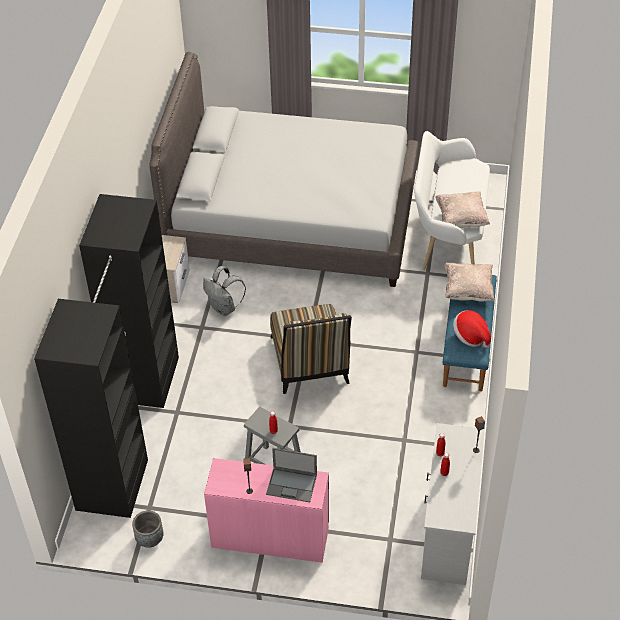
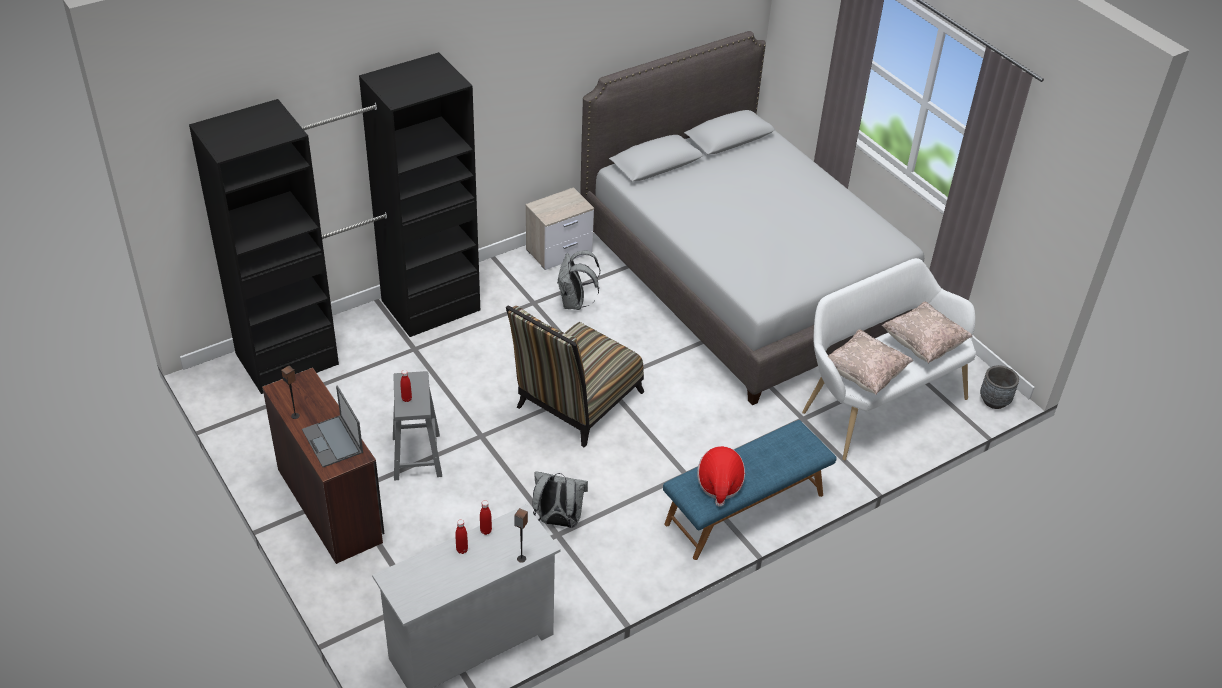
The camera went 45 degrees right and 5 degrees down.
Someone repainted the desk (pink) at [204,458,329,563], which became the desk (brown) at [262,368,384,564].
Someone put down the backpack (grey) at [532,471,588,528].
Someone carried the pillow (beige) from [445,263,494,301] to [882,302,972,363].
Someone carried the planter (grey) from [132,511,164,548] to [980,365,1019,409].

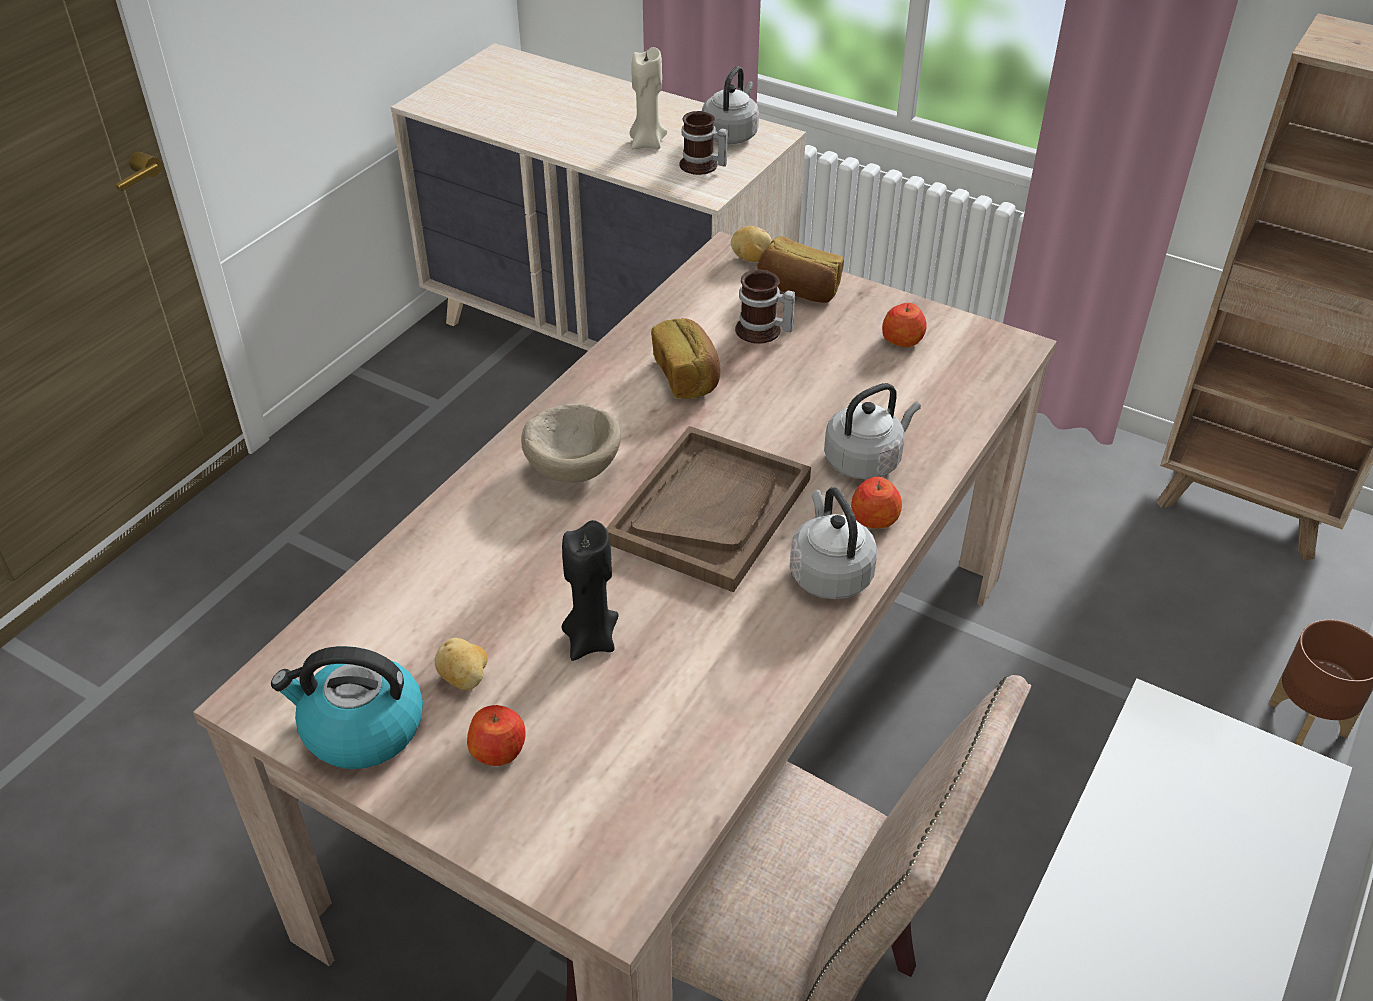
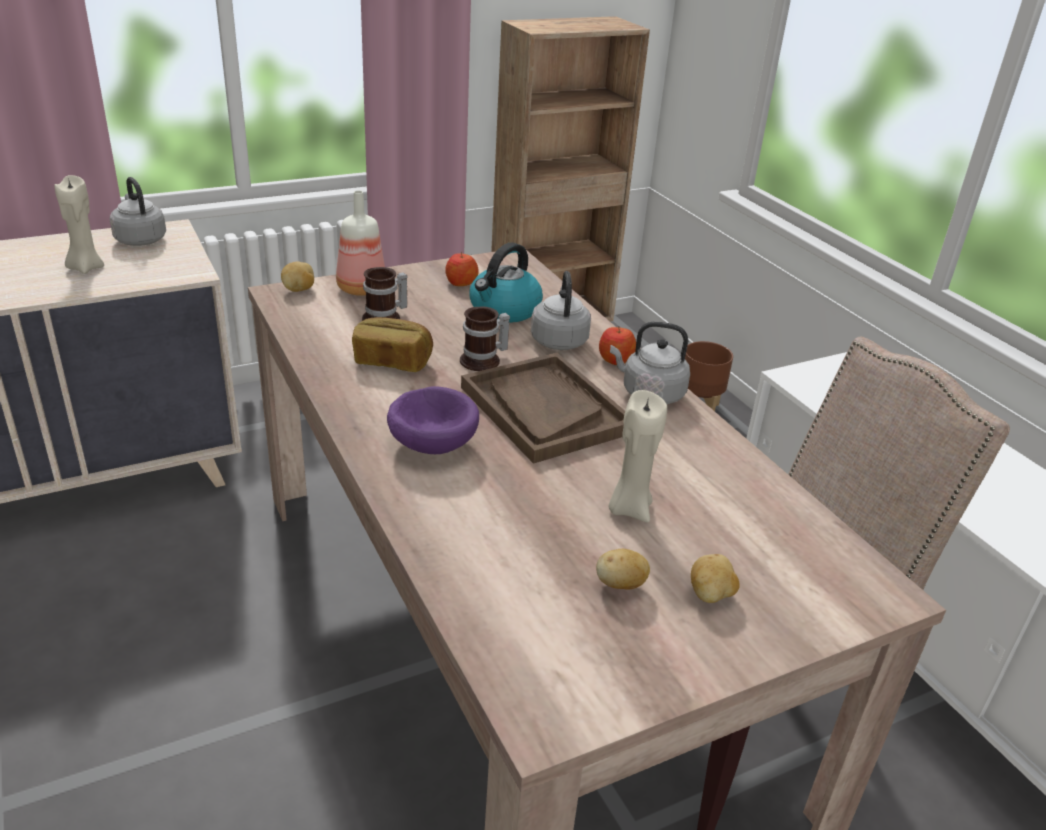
The camera went 60 degrees left and 10 degrees down.
Someone swapped the bread at [757,236,844,303] for the bottle at [336,190,385,296].
Someone repainted the bowl (beige) at [521,404,621,483], which became the bowl (purple) at [387,386,479,454].
Someone carried the mug from [679,111,728,175] to [460,307,510,371].
Someone carried the kettle from [271,646,423,769] to [470,242,543,323].
Someone repainted the candle (black) at [562,520,619,661], which became the candle (beige) at [608,390,667,523].
Someone swapped the apple at [467,705,526,766] for the potato at [691,554,740,603].

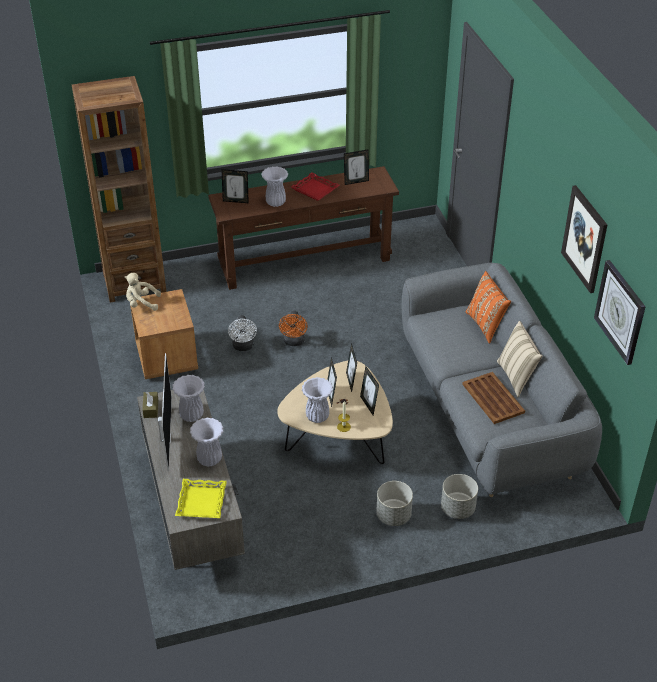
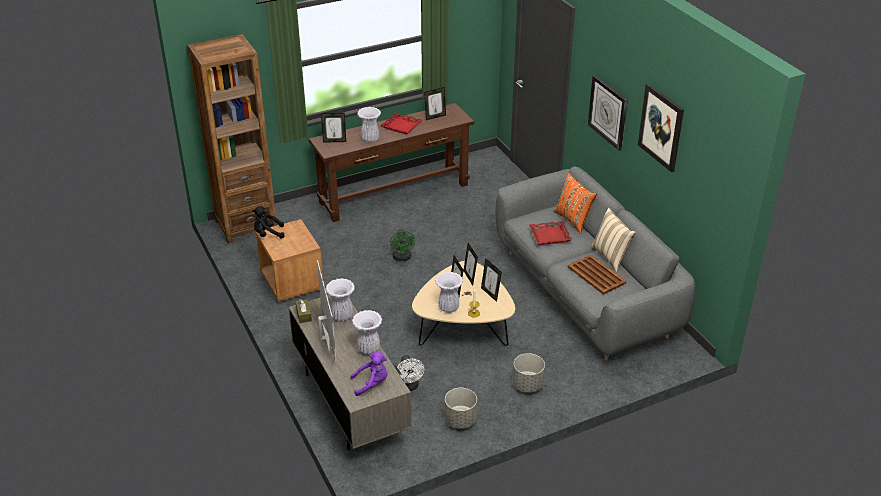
The camera went 10 degrees left and 5 degrees down.
Someone repainted the plush toy (beige) at [124,273,161,311], which became the plush toy (black) at [252,206,285,239].
Someone swapped the tray (yellow) at [175,479,227,518] for the plush toy (purple) at [351,352,388,396].
Someone repainted the fan (orange) at [279,310,308,346], which became the fan (green) at [390,229,415,261].
Someone carried the fan (white) from [228,315,257,351] to [397,355,424,391].
Someone carried the planter (grey) from [441,474,478,519] to [445,388,477,429].
Someone put down the tray (red) at [529,221,572,245].
Someone carried the wall clock from [594,260,646,365] to [588,75,628,151].

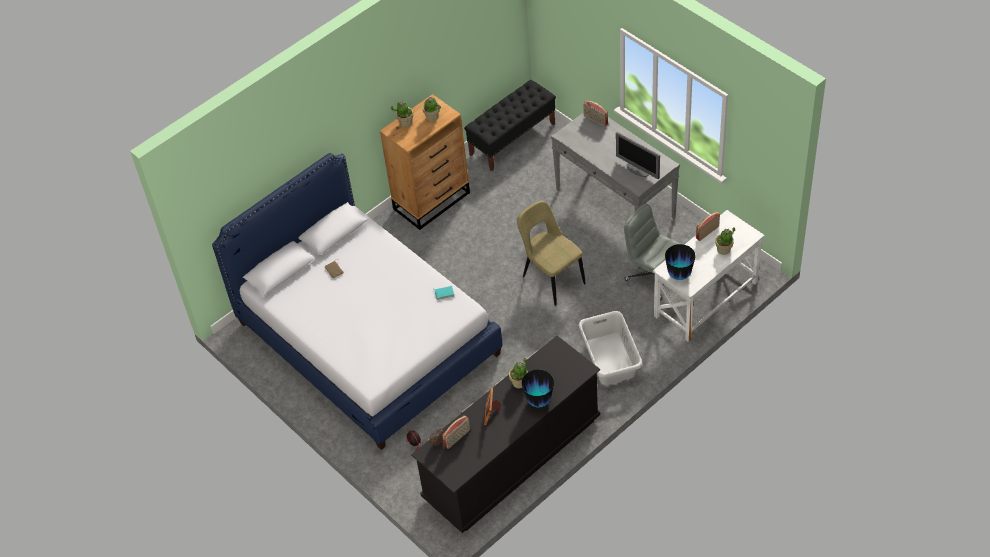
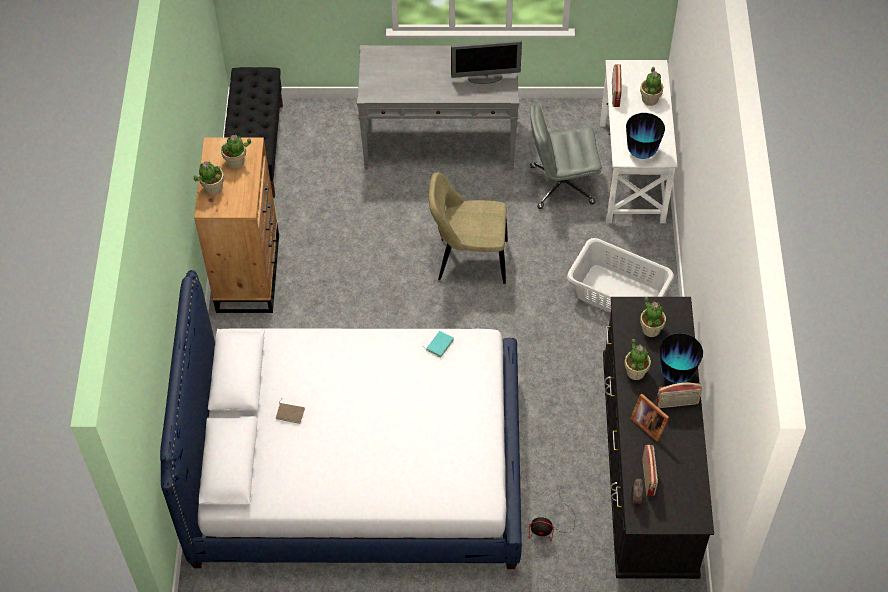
The camera went 50 degrees left and 5 degrees up.
Someone put down the potted plant at [640,296,666,337].
Someone carried the radio from [583,100,608,127] to [656,383,702,408].

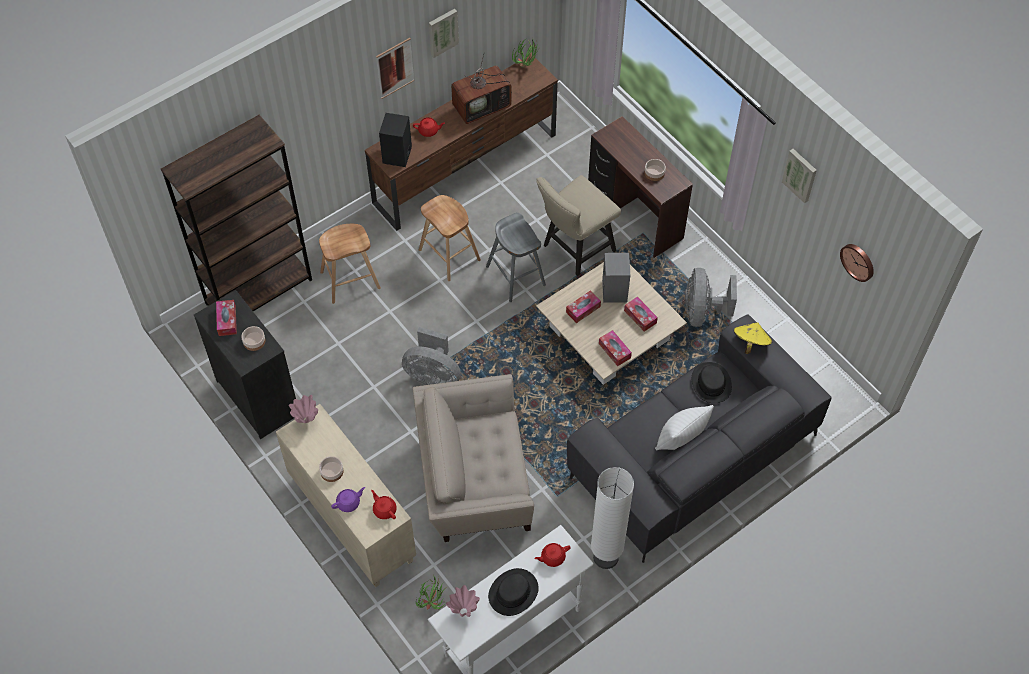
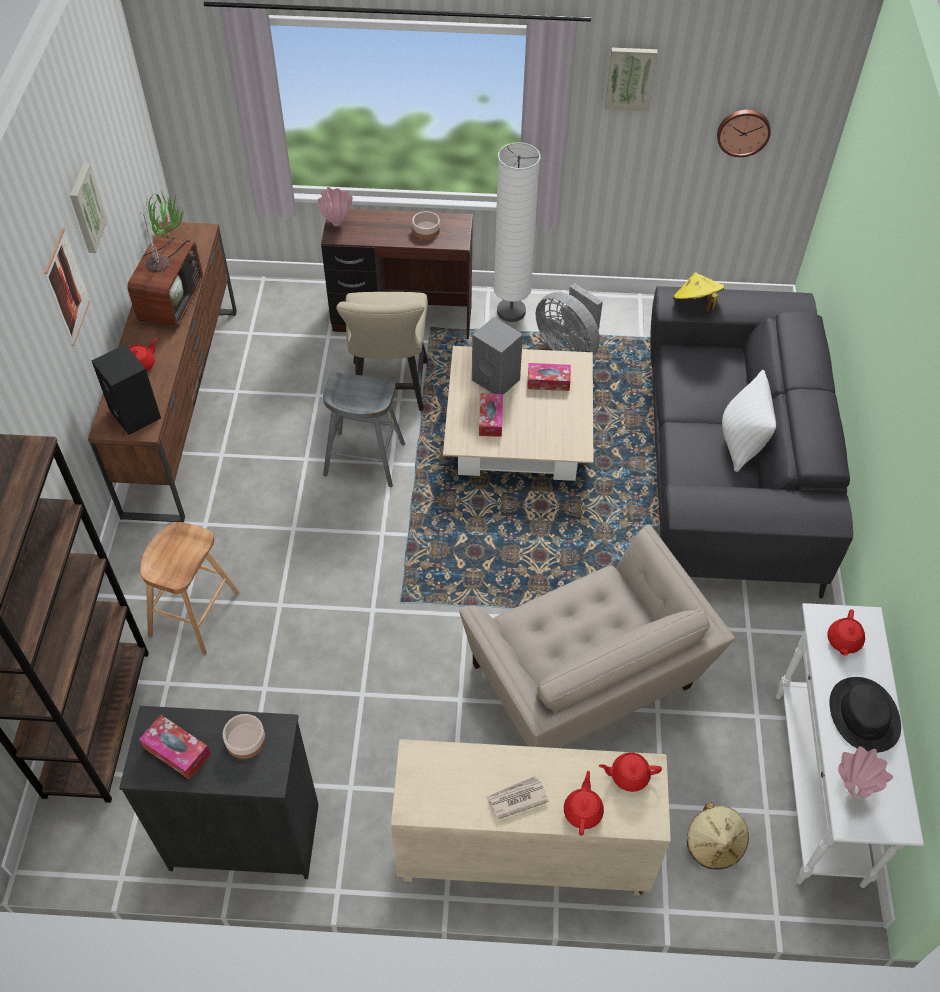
The camera went 50 degrees left and 5 degrees down.
Someone carried the vase (pink) from [289,395,318,423] to [318,187,353,226].
Someone rotated the armchair (beige) at [412,374,534,542] by 60 degrees counterclockwise.
Someone swapped the bowl at [319,456,343,482] for the newspaper at [486,776,549,820].
Someone carried the floor lamp (white) from [591,467,634,569] to [494,142,540,322].
Someone repainted the teapot (purple) at [331,487,365,512], which became the teapot (red) at [564,771,604,835].
Someone swapped the potted plant at [416,575,446,610] for the hat (beige) at [687,802,749,869].
Someone took away the fan (grey) at [402,327,461,385].
Someone took away the stool (brown) at [419,195,481,281].
Someone took away the tissue box at [599,330,632,366].
Someone took away the hat (black) at [692,362,732,403].

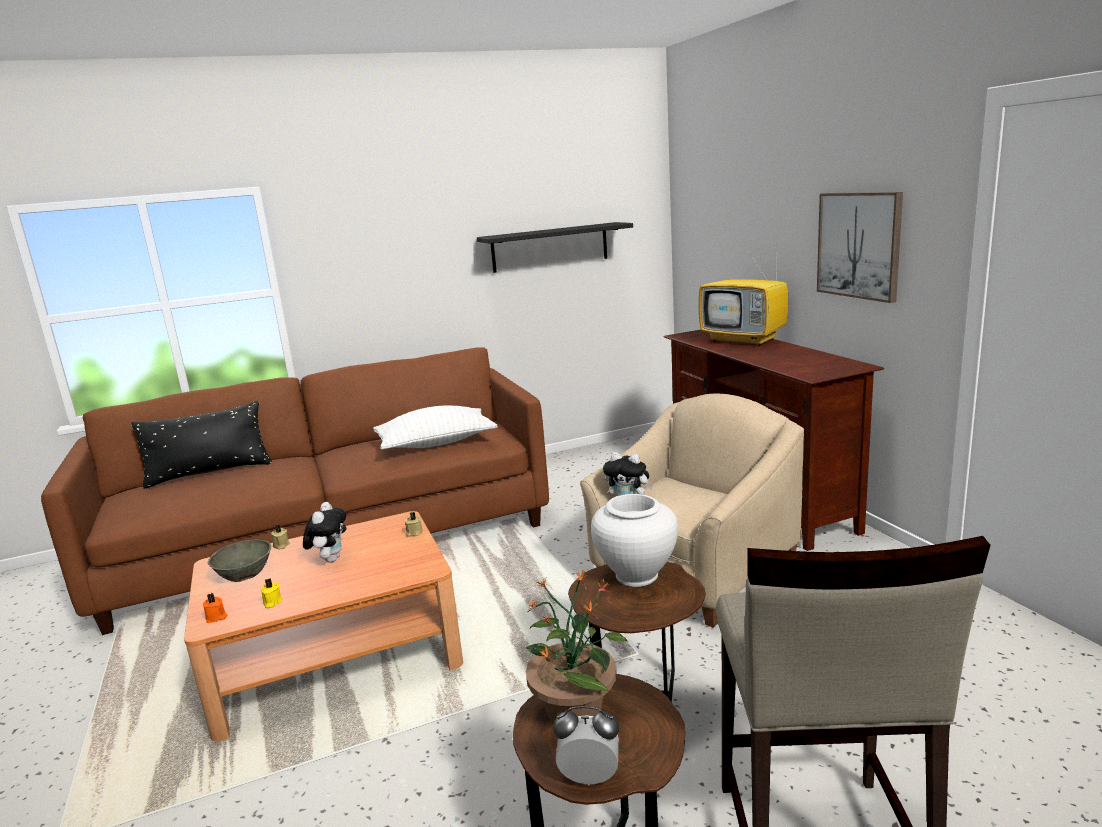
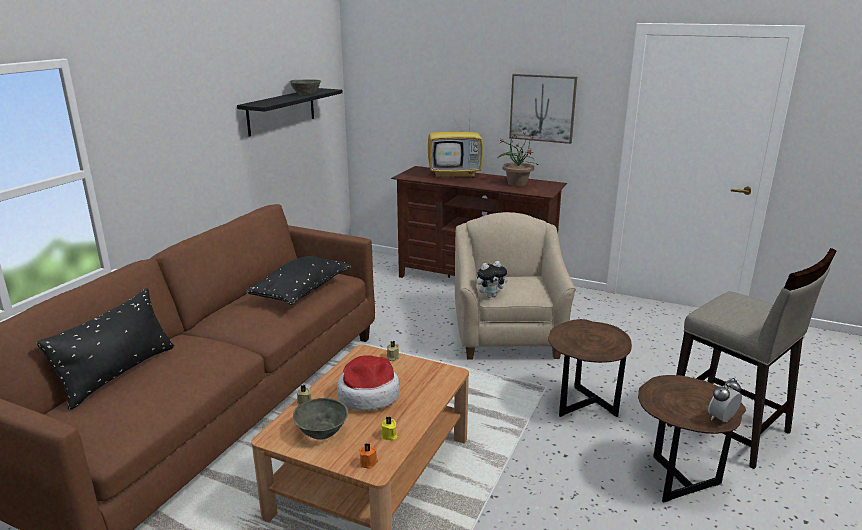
The camera went 45 degrees left and 5 degrees up.
Someone repainted the pillow (white) at [373,405,498,450], which became the pillow (black) at [245,256,351,305].
Someone put down the bowl (grey) at [289,80,321,94].
Someone swapped the plush toy at [303,502,346,563] for the hat at [337,355,400,410].
Someone carried the potted plant from [526,571,627,724] to [497,132,538,186].
Someone took away the vase (white) at [591,494,678,587].

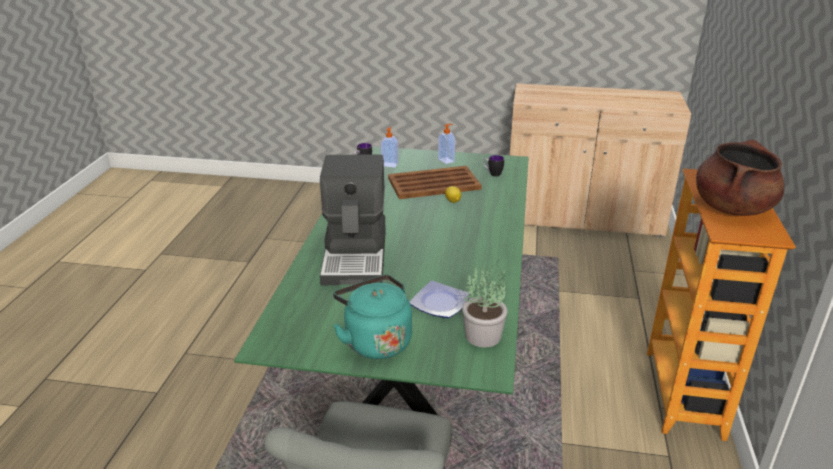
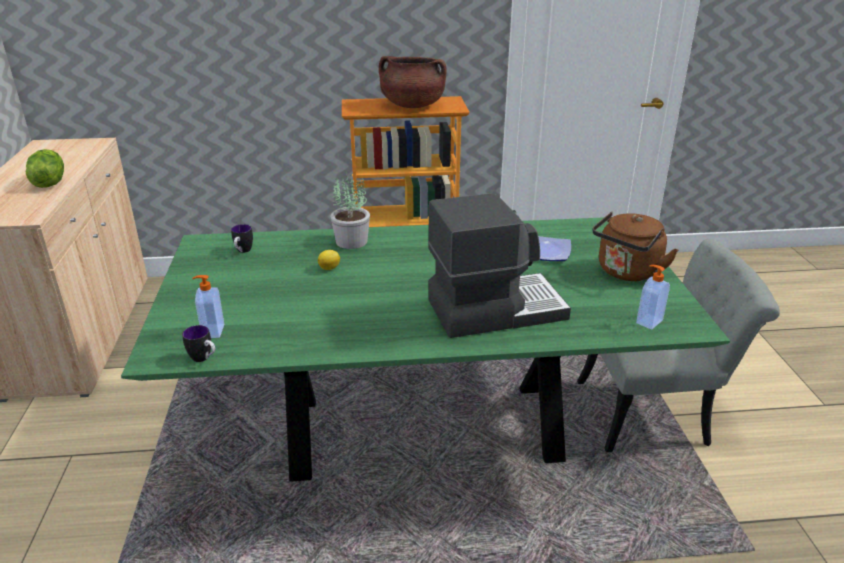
The camera went 105 degrees left and 0 degrees up.
Someone put down the lettuce at [26,149,64,188].
Someone carried the potted plant from [462,265,507,347] to [330,171,370,249].
Someone repainted the kettle (turquoise) at [333,275,412,359], which became the kettle (brown) at [592,211,678,281].
Someone carried the soap dispenser from [438,124,455,164] to [636,265,670,329].
Someone took away the tray (brown) at [388,166,482,199].

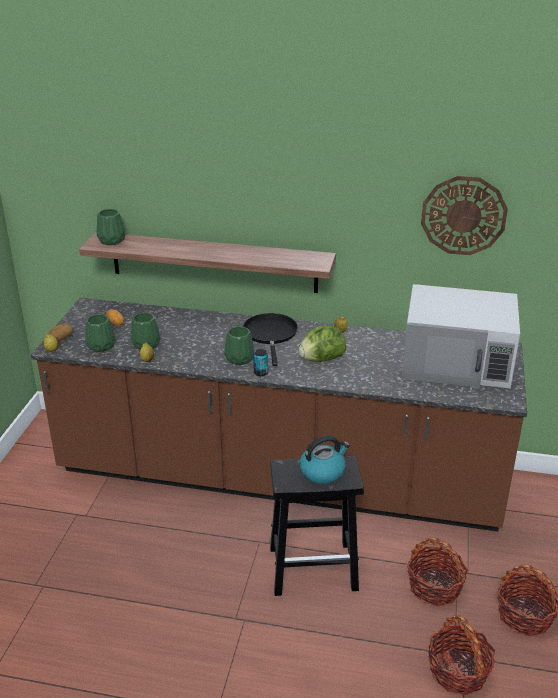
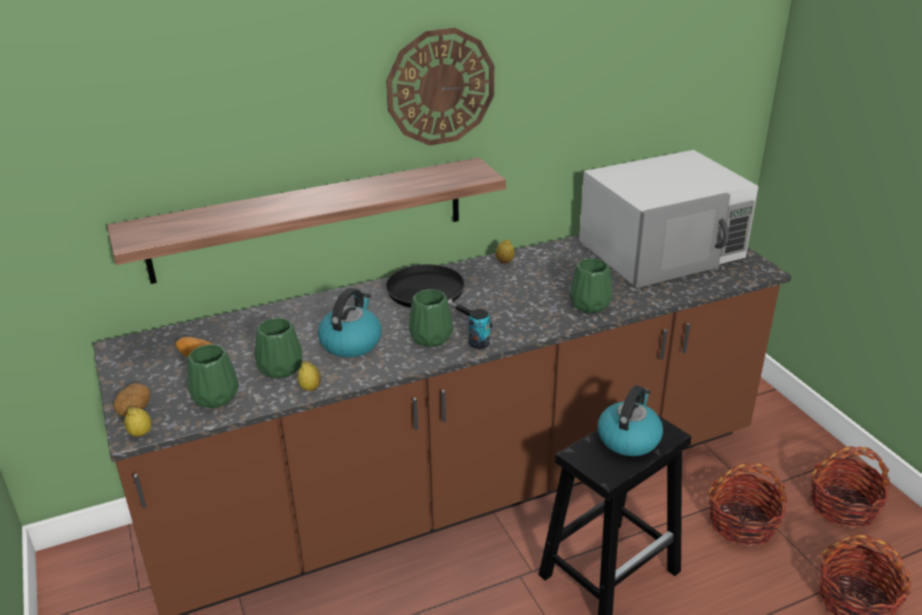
The camera went 35 degrees left and 0 degrees up.
Someone put down the kettle at [318,288,382,358].
Someone carried the wall clock from [421,176,508,255] to [386,28,495,146].
Someone carried the vase (green) from [96,209,125,245] to [569,258,612,313].
Someone took away the lettuce at [299,325,346,362].

